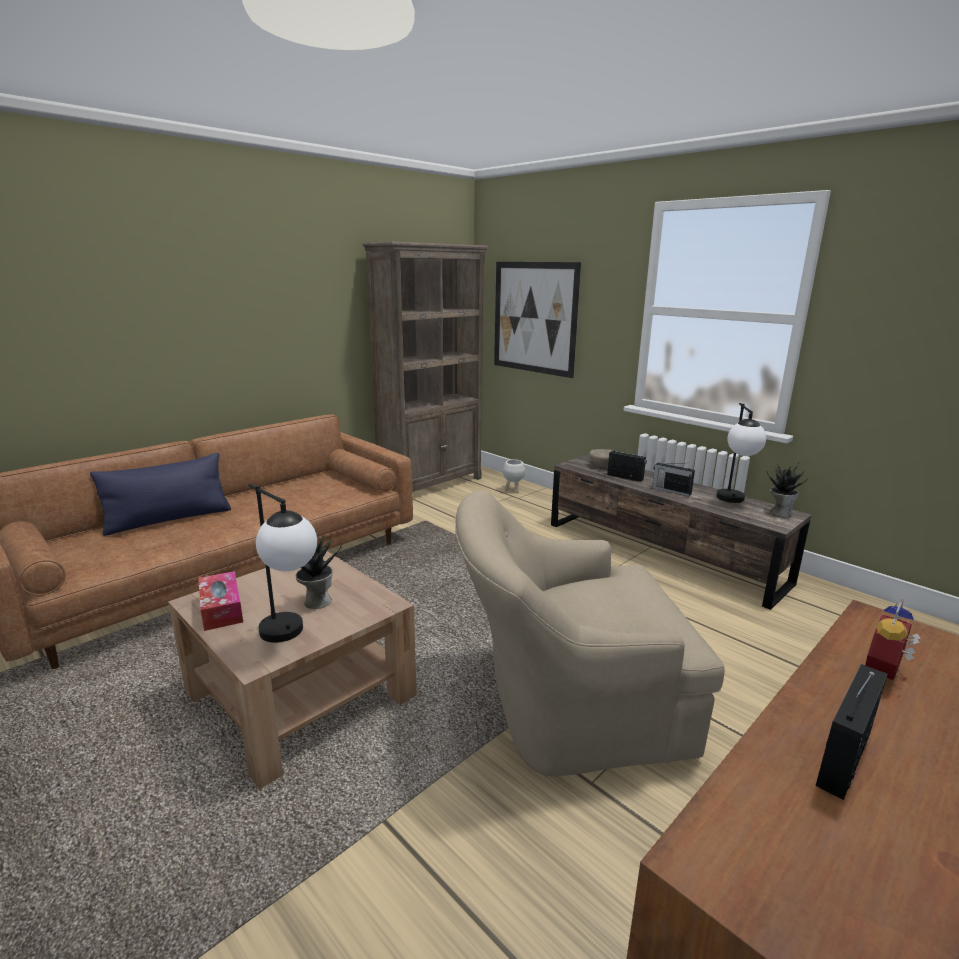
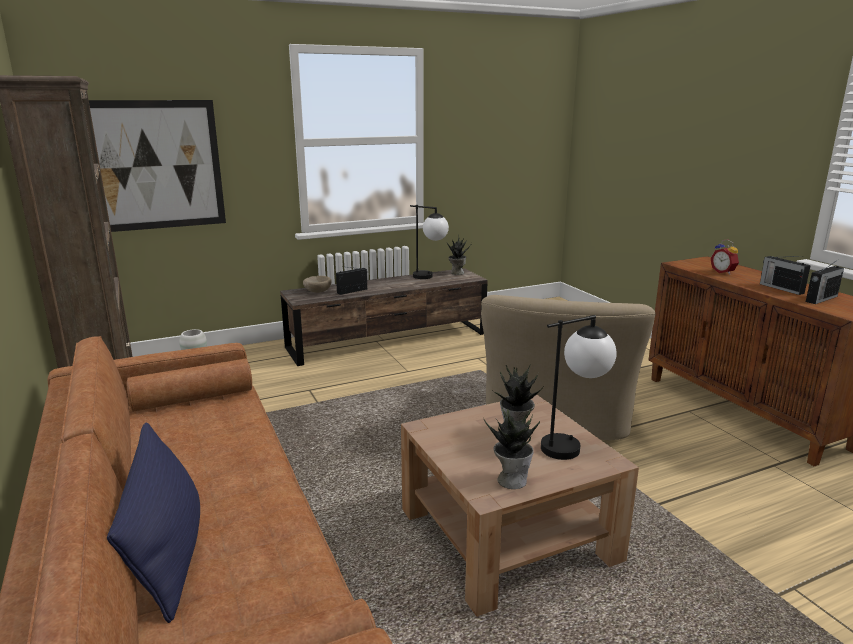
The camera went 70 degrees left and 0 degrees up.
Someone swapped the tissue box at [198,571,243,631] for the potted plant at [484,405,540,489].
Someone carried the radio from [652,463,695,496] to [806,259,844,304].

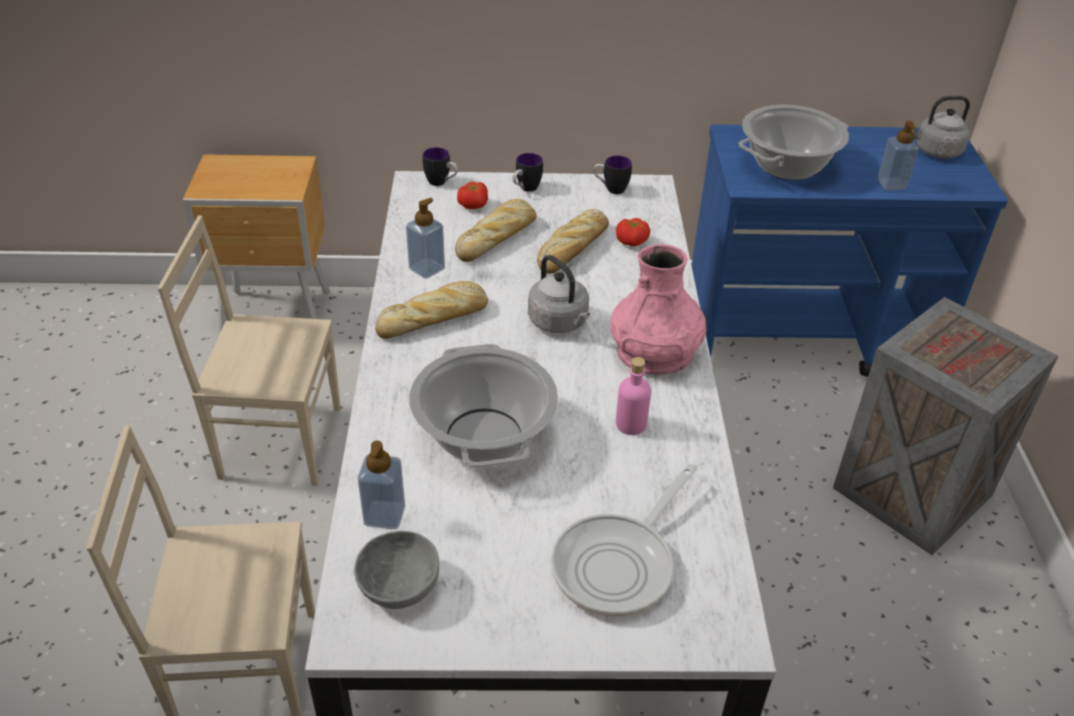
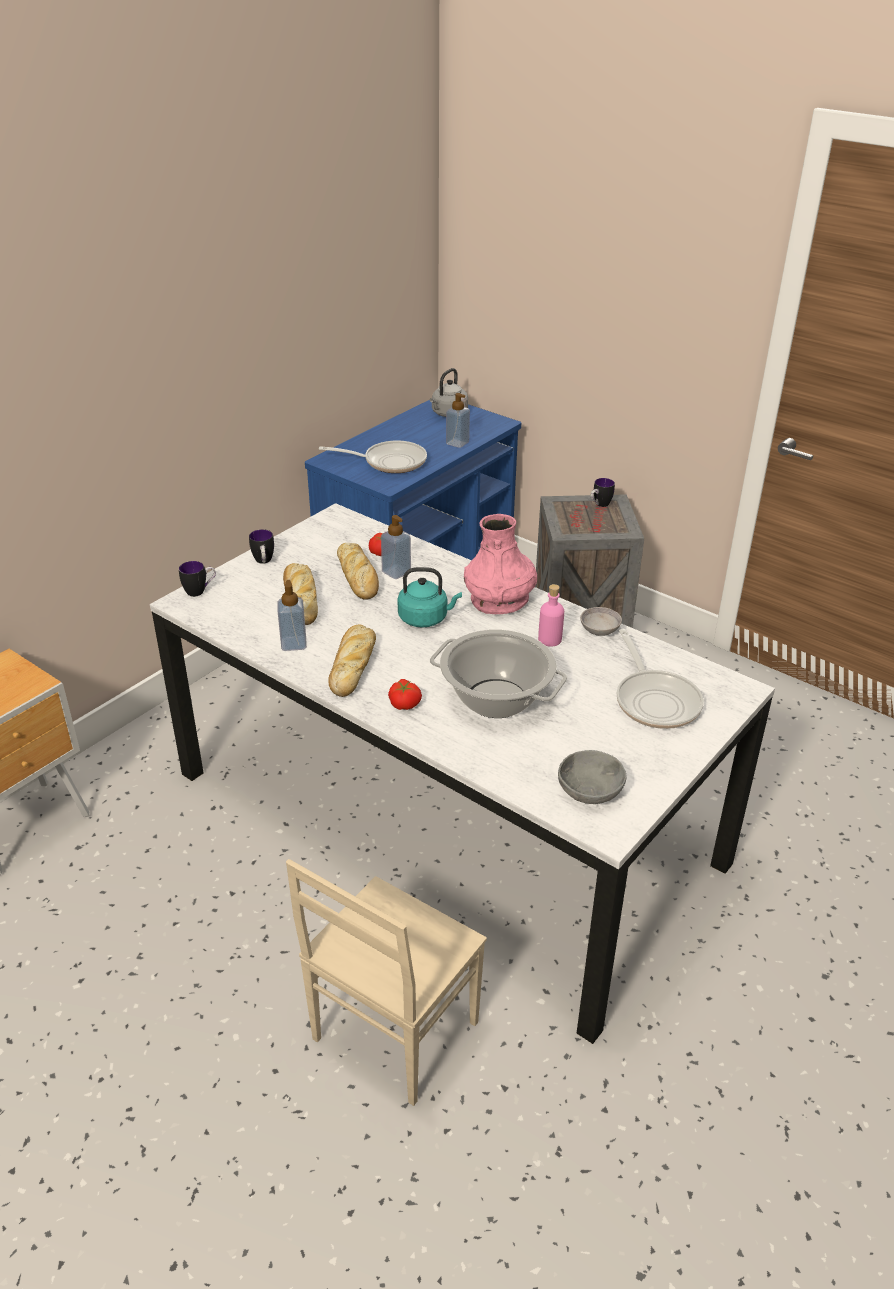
The camera went 50 degrees left and 5 degrees down.
Someone swapped the cooking pot at [739,105,849,180] for the frying pan at [319,441,427,473].
Someone carried the soap dispenser from [358,441,405,529] to [381,515,411,579].
Someone carried the tomato from [457,181,488,209] to [388,679,422,710].
Someone repainted the kettle (grey) at [528,255,590,333], which became the kettle (turquoise) at [397,567,462,628].
Someone put down the bowl (grey) at [580,607,622,636].
Someone carried the mug from [593,156,632,194] to [590,478,615,507].
Someone took away the chair (beige) at [158,215,341,486].

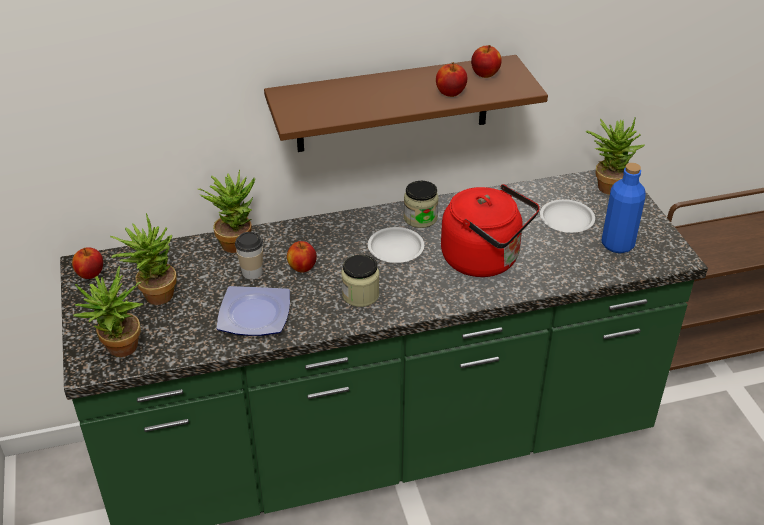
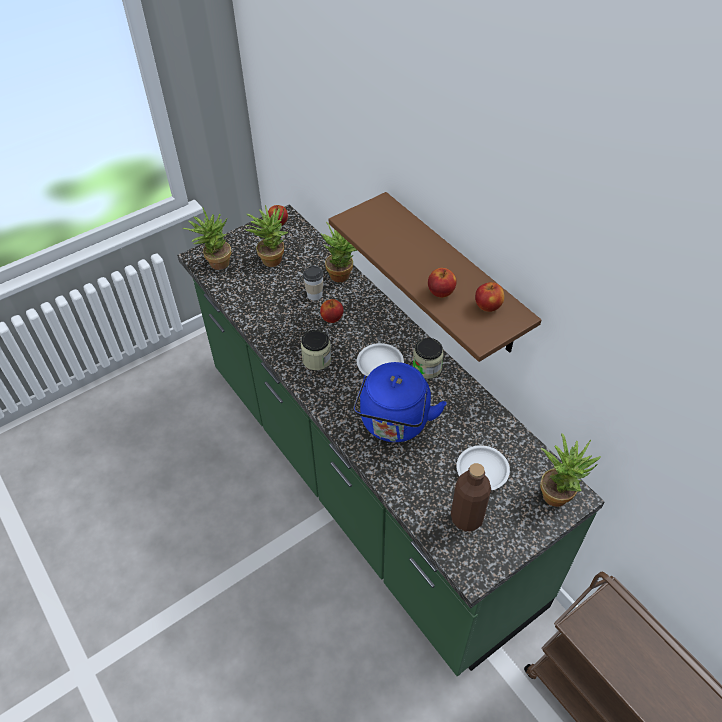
The camera went 70 degrees right and 10 degrees up.
Someone repainted the kettle (red) at [441,184,540,277], which became the kettle (blue) at [353,362,447,442].
Someone repainted the bottle (blue) at [602,163,646,253], which became the bottle (brown) at [451,463,491,531].
Someone took away the plate at [217,286,290,336].

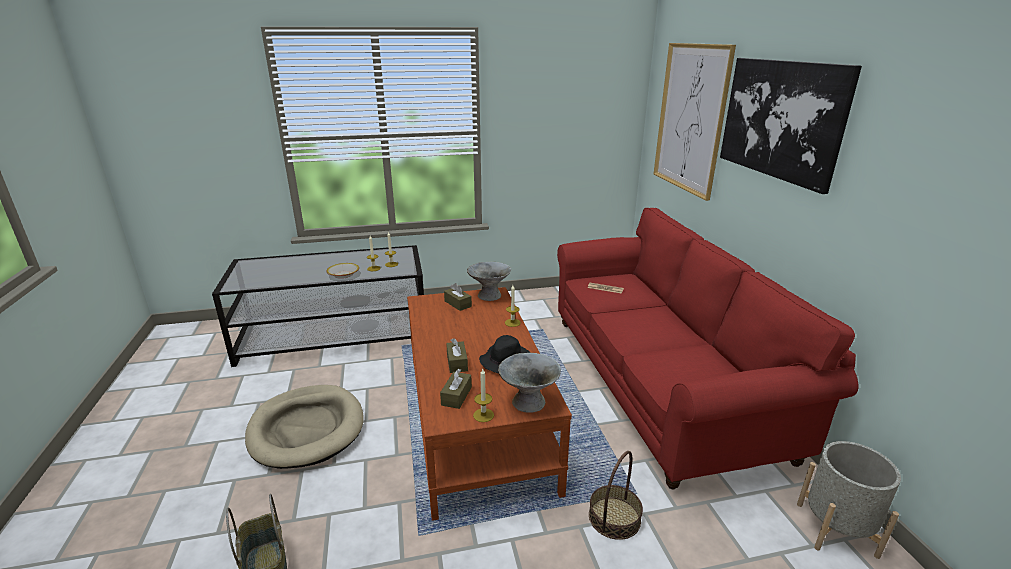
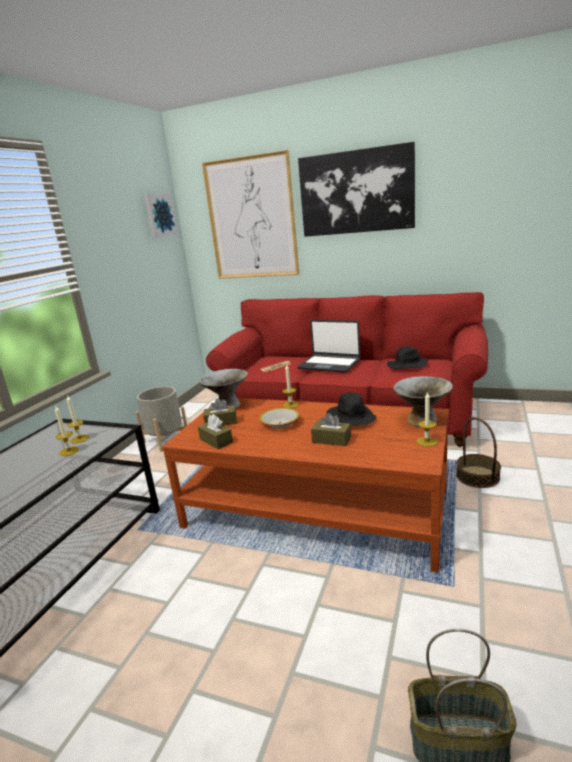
The camera went 55 degrees left and 5 degrees down.
Someone carried the planter (grey) from [797,441,901,559] to [136,386,187,452].
Someone put up the picture at [143,193,178,238].
Someone carried the tissue box (brown) from [440,369,472,409] to [198,415,233,449].
Someone carried the bowl from [326,263,359,279] to [259,408,300,429].
Someone put down the laptop at [297,320,361,373].
Someone put down the hat (black) at [387,346,428,369].
Someone took away the dog bed (beige) at [245,385,363,469].

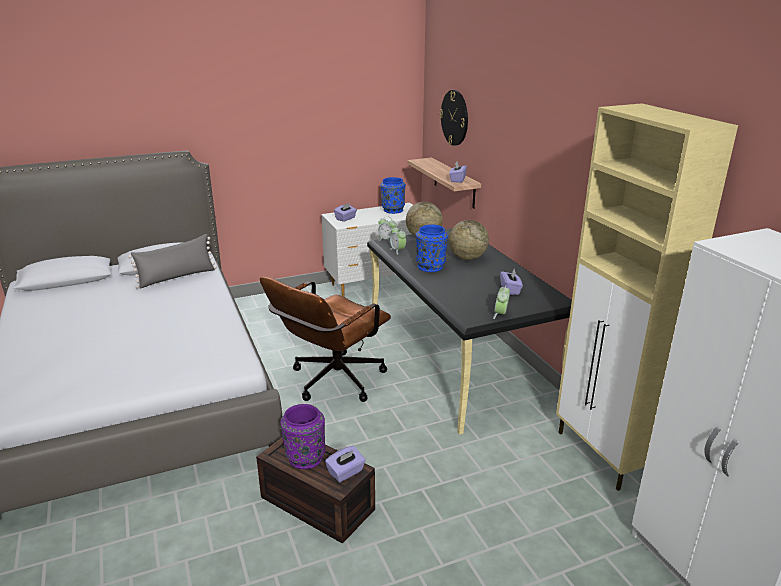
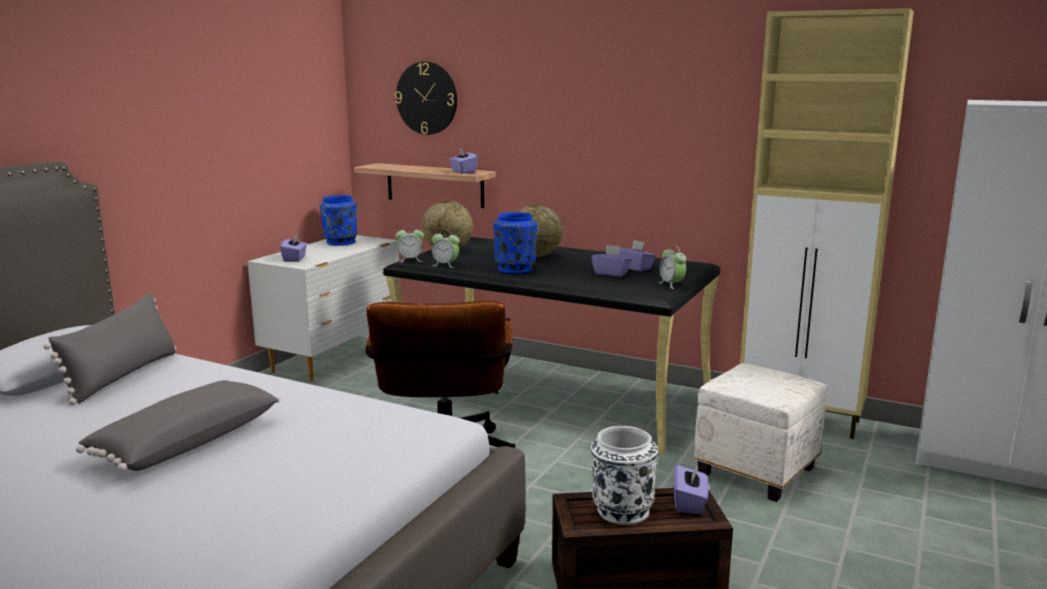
The camera went 40 degrees left and 10 degrees down.
Someone put down the pillow (grey) at [76,380,280,472].
Someone put down the tissue box (purple) at [591,245,632,277].
Someone repainted the vase (purple) at [280,404,326,469], which became the vase (white) at [591,426,658,525].
Someone put down the ottoman (white) at [694,363,828,502].

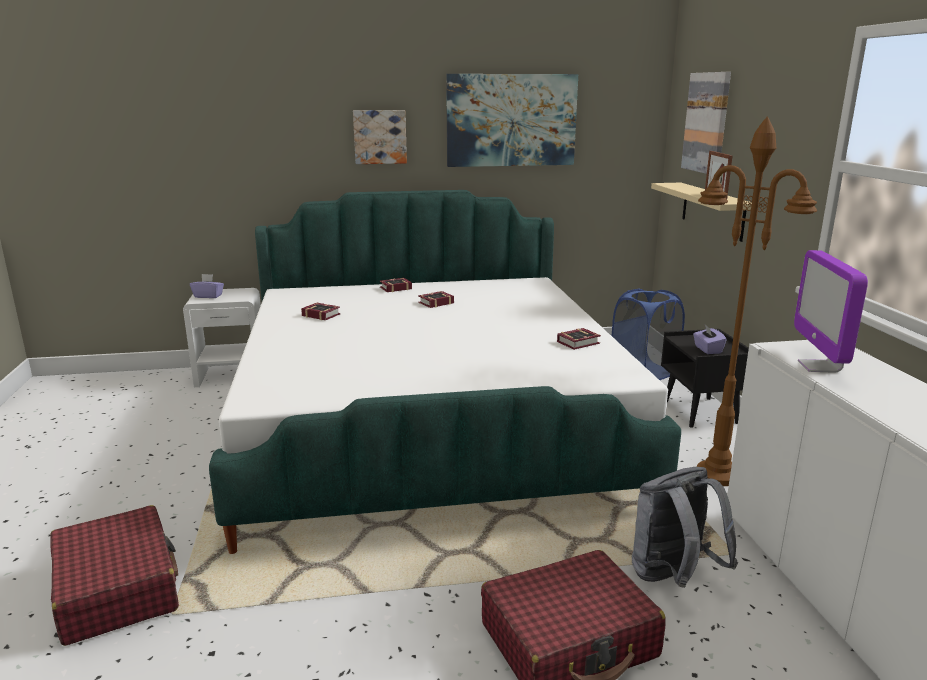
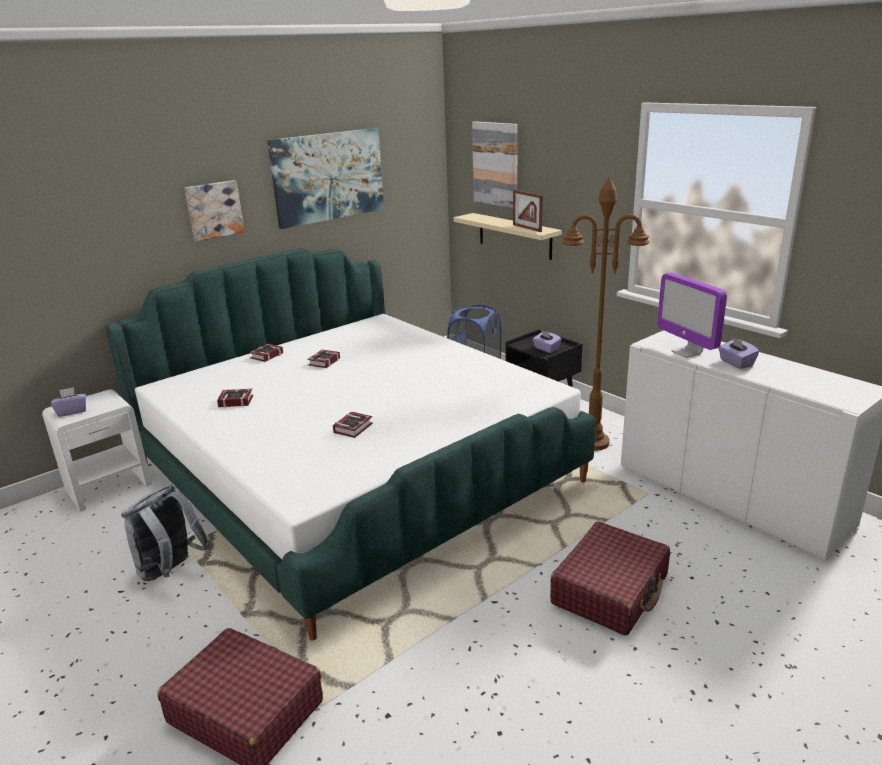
The camera went 30 degrees left and 5 degrees up.
Someone carried the backpack (grey) from [632,467,738,588] to [121,484,211,581].
Someone carried the book from [557,328,601,350] to [333,412,373,438].
Someone put down the tissue box (purple) at [718,337,759,369].

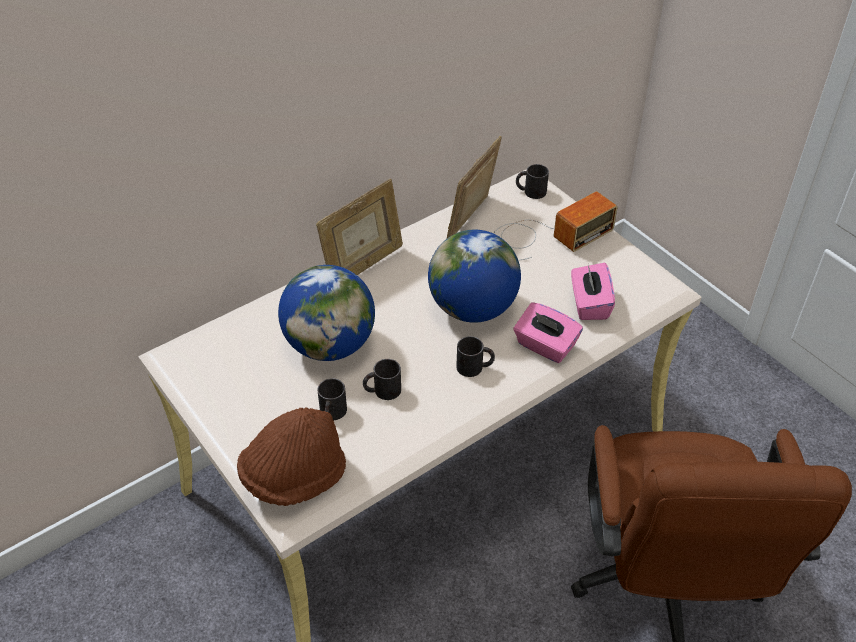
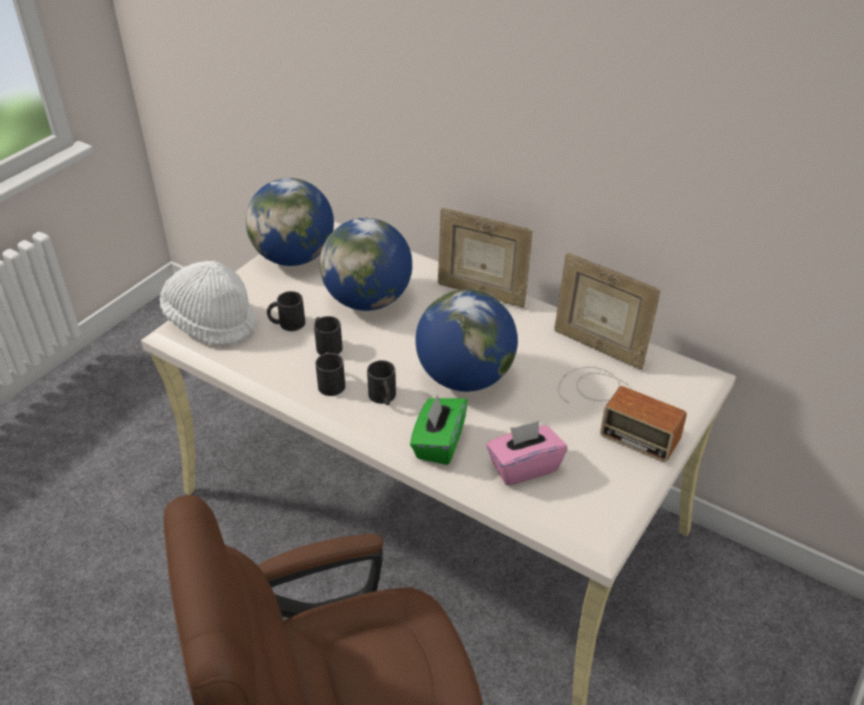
The camera went 70 degrees right and 5 degrees down.
Someone repainted the hat (brown) at [237,407,346,506], which became the hat (white) at [160,261,256,345].
Someone put down the globe at [246,178,334,266].
Someone carried the mug (black) from [516,164,549,199] to [315,352,345,396].
Someone repainted the tissue box (pink) at [513,302,583,363], which became the tissue box (green) at [410,395,468,465].
Someone rotated the picture frame at [447,136,502,238] by 150 degrees counterclockwise.

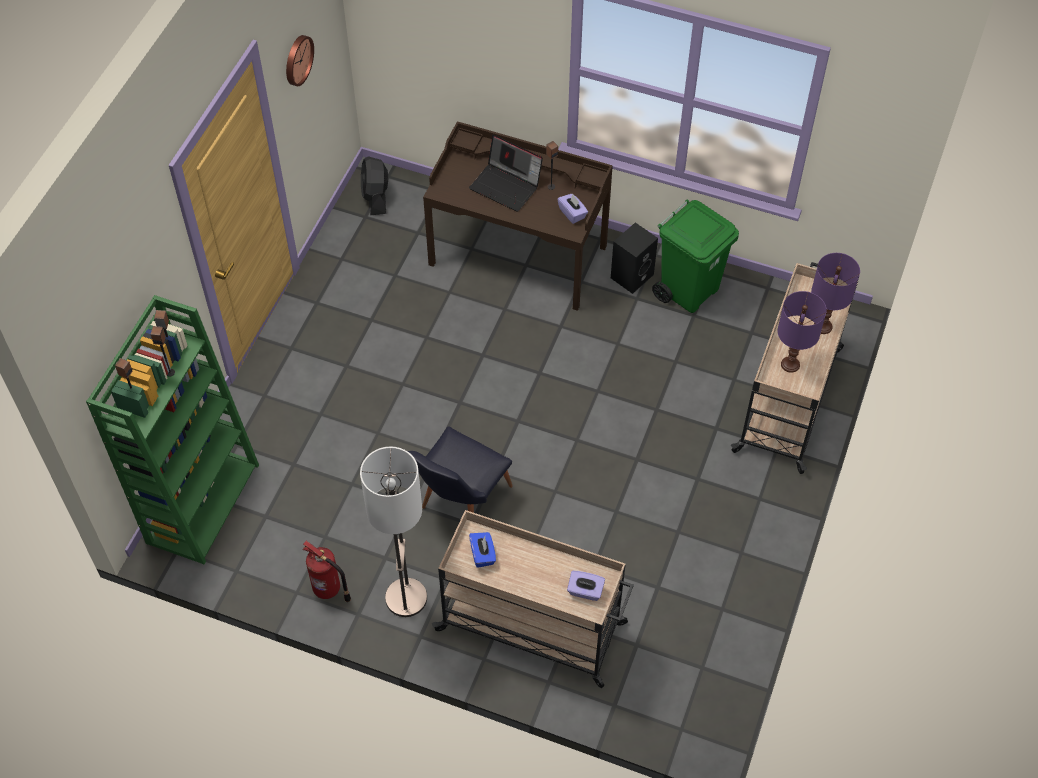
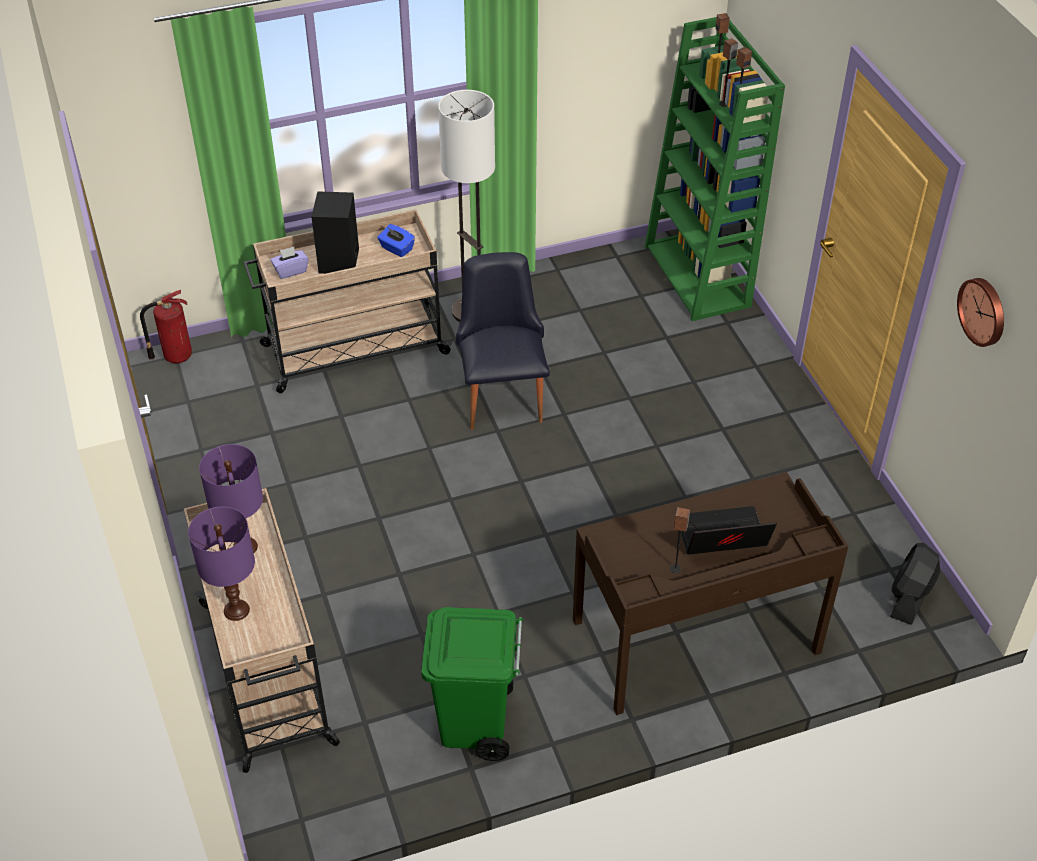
The camera went 140 degrees right and 10 degrees down.
Someone carried the fire extinguisher from [302,541,351,602] to [140,290,192,364].
Someone carried the speaker (black) from [611,222,658,294] to [312,191,359,274].
Someone rotated the fan (black) at [361,156,388,215] by 105 degrees counterclockwise.
Someone took away the tissue box (purple) at [557,194,588,224].

